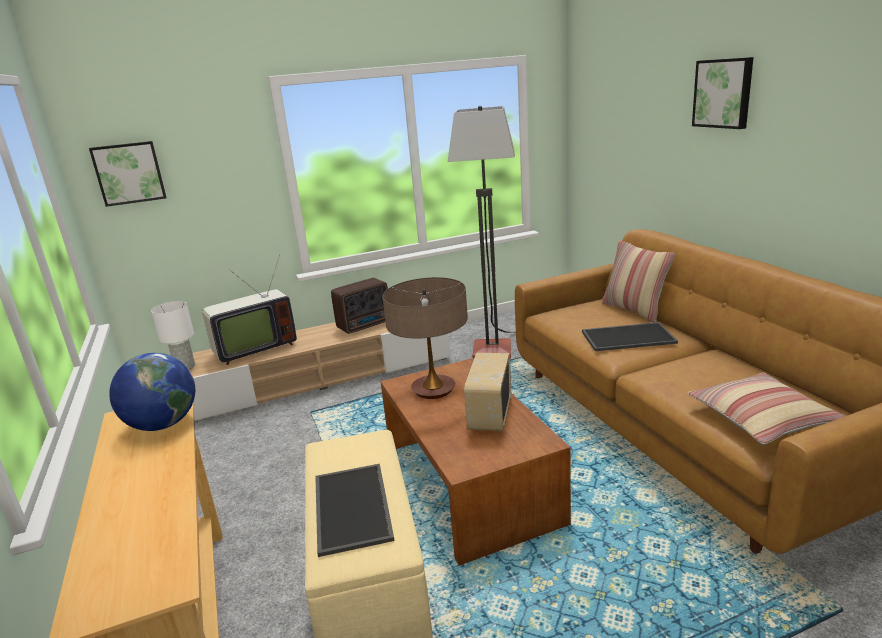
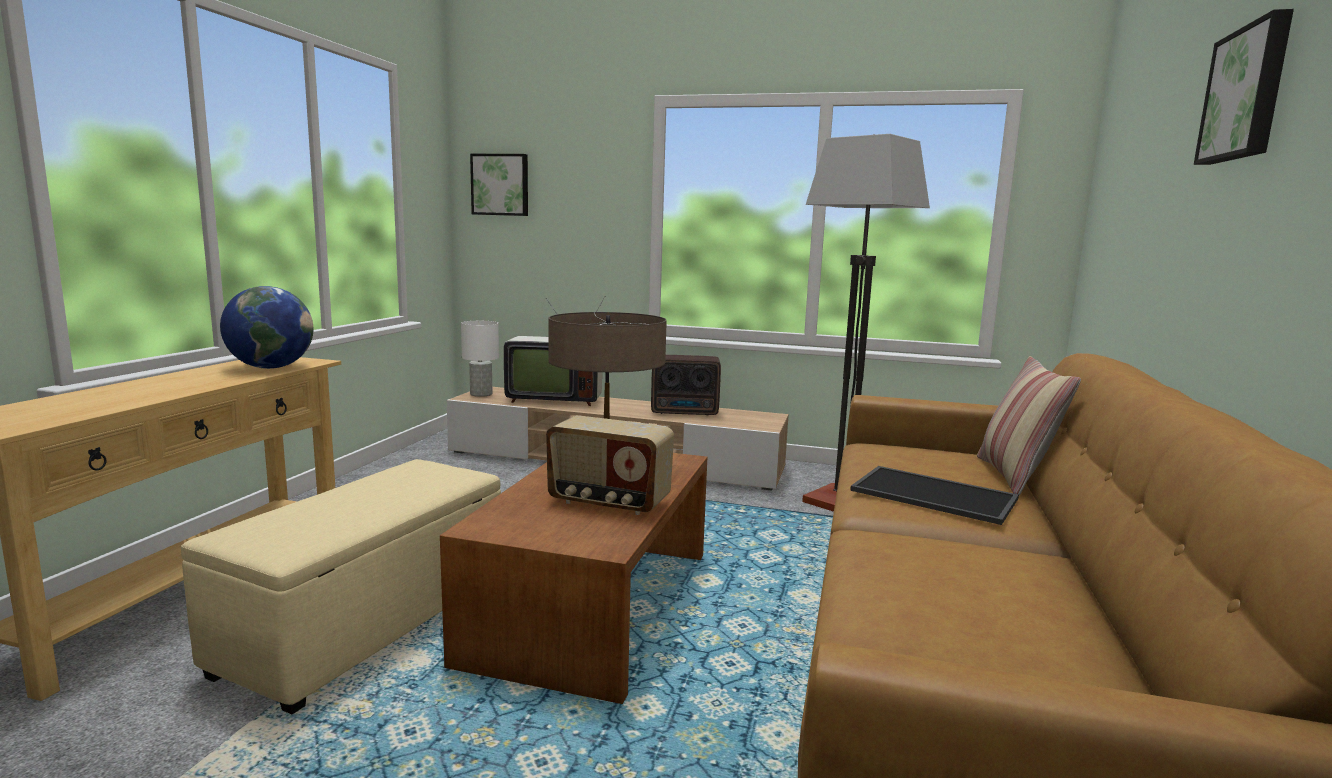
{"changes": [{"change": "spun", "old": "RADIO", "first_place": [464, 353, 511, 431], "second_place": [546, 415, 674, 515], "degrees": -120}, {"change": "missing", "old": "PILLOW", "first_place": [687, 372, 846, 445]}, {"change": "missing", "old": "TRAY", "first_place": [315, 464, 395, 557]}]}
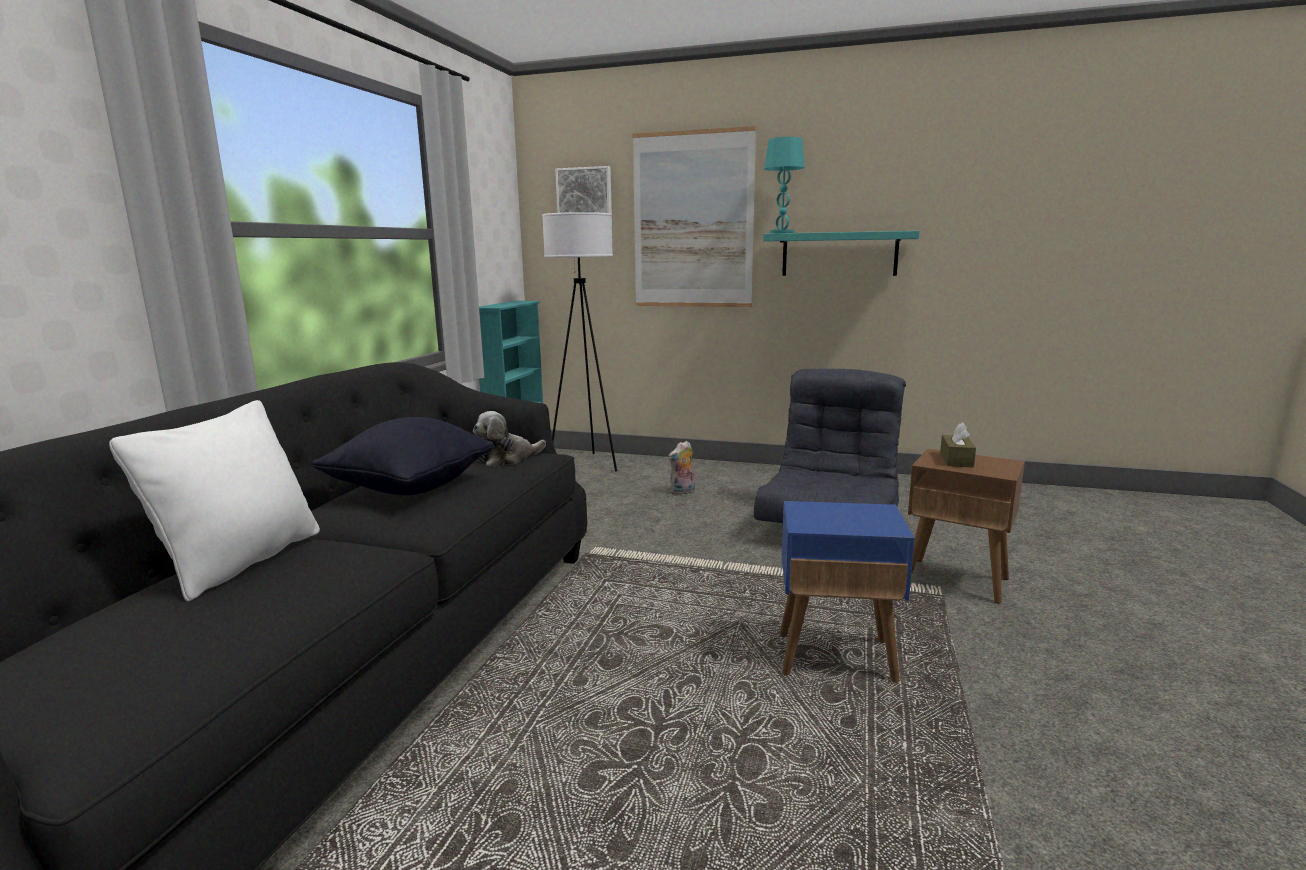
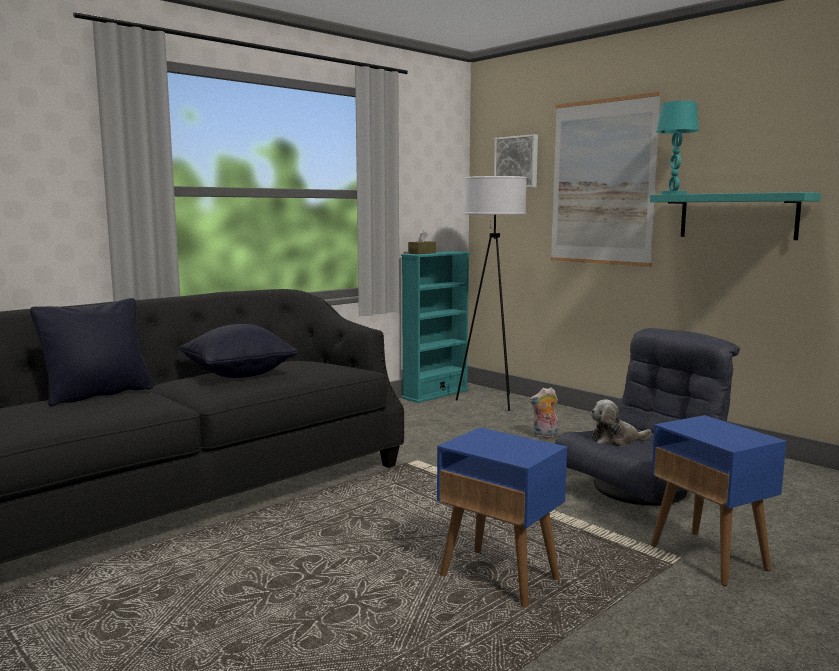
{"changes": [{"change": "colour", "old": "WHITE PILLOW", "new": "BLACK PILLOW", "first_place": [109, 400, 320, 601], "second_place": [30, 298, 154, 406]}, {"change": "relocated", "old": "PLUSH TOY", "first_place": [473, 411, 546, 466], "second_place": [590, 399, 651, 446]}, {"change": "relocated", "old": "BROWN TISSUE BOX", "first_place": [940, 422, 976, 468], "second_place": [408, 231, 436, 254]}, {"change": "colour", "old": "BROWN SIDE TABLE", "new": "BLUE SIDE TABLE", "first_place": [908, 449, 1025, 604], "second_place": [651, 415, 786, 586]}]}
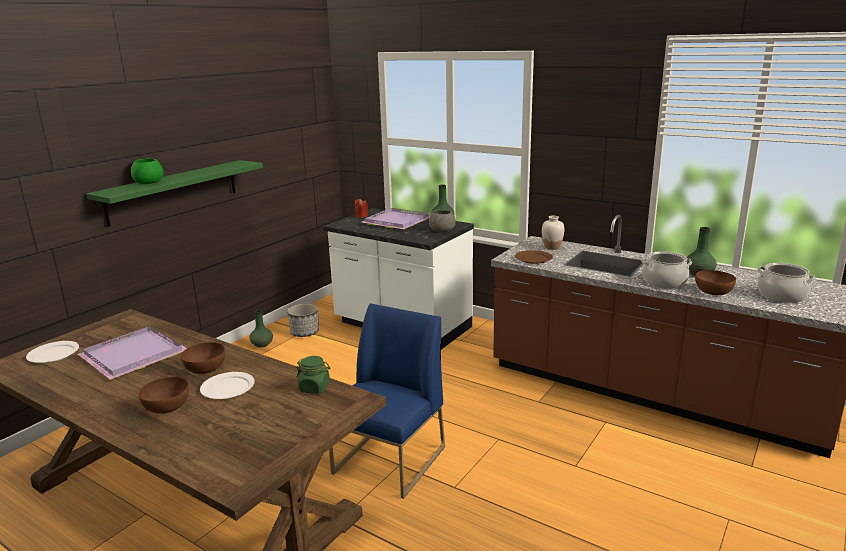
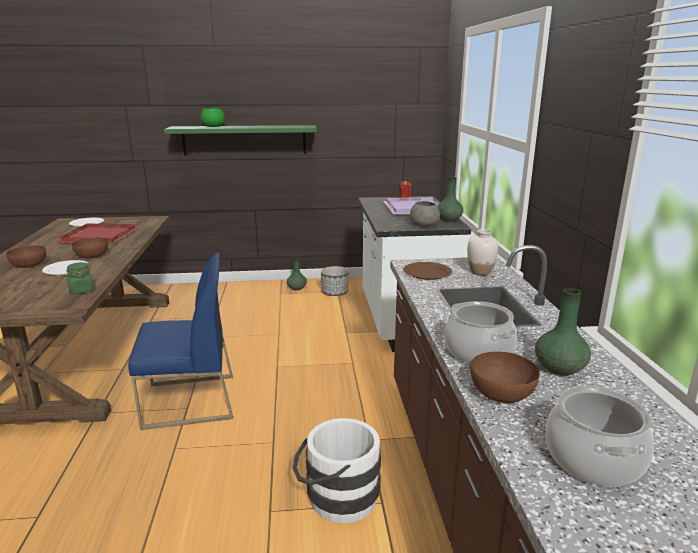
{"changes": [{"change": "colour", "old": "PURPLE TRAY", "new": "RED TRAY", "first_place": [78, 326, 187, 380], "second_place": [56, 224, 139, 245]}, {"change": "appeared", "new": "WHITE BUCKET", "second_place": [292, 418, 381, 523]}]}
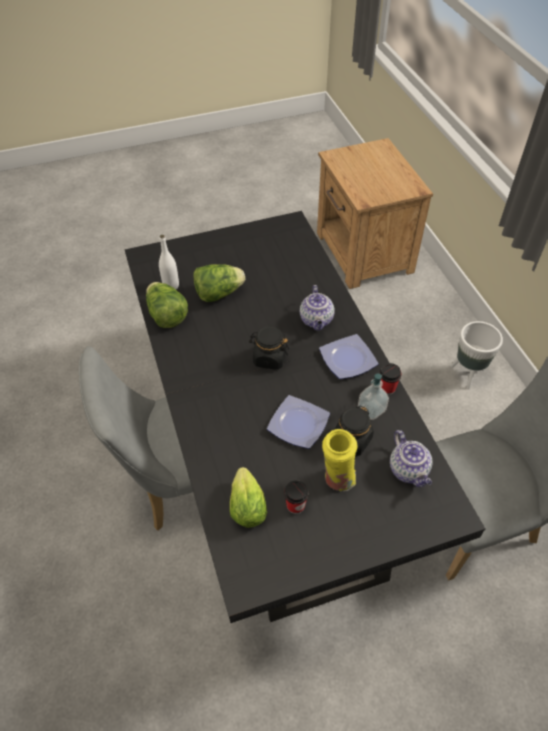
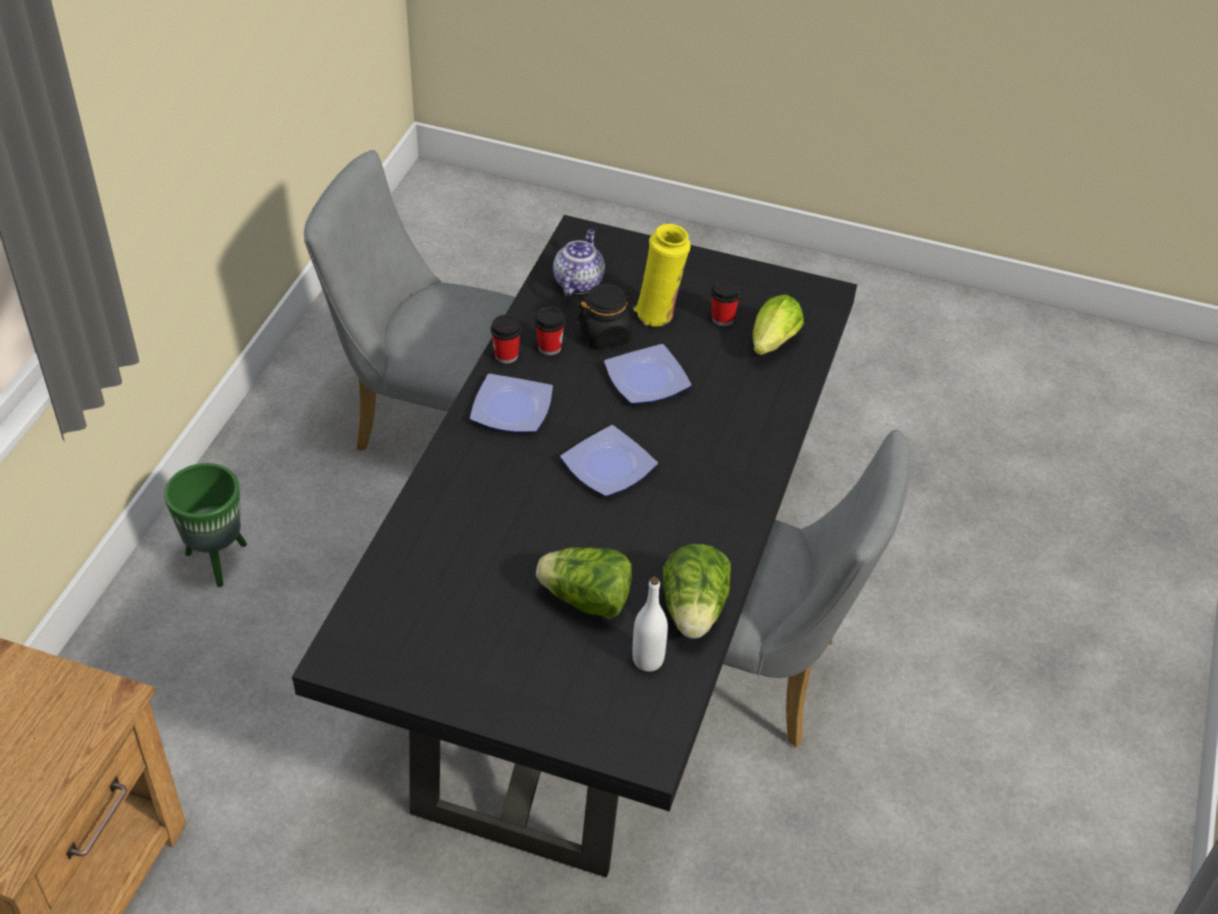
{"changes": [{"change": "missing", "old": "TEAPOT", "first_place": [300, 285, 335, 331]}, {"change": "colour", "old": "WHITE PLANTER", "new": "GREEN PLANTER", "first_place": [451, 321, 503, 390], "second_place": [164, 463, 247, 587]}, {"change": "exchanged", "old": "BLACK JAR", "new": "PLATE", "first_place": [249, 326, 290, 370], "second_place": [560, 425, 658, 497]}, {"change": "exchanged", "old": "SOAP DISPENSER", "new": "CUP", "first_place": [358, 373, 389, 420], "second_place": [535, 307, 565, 355]}]}
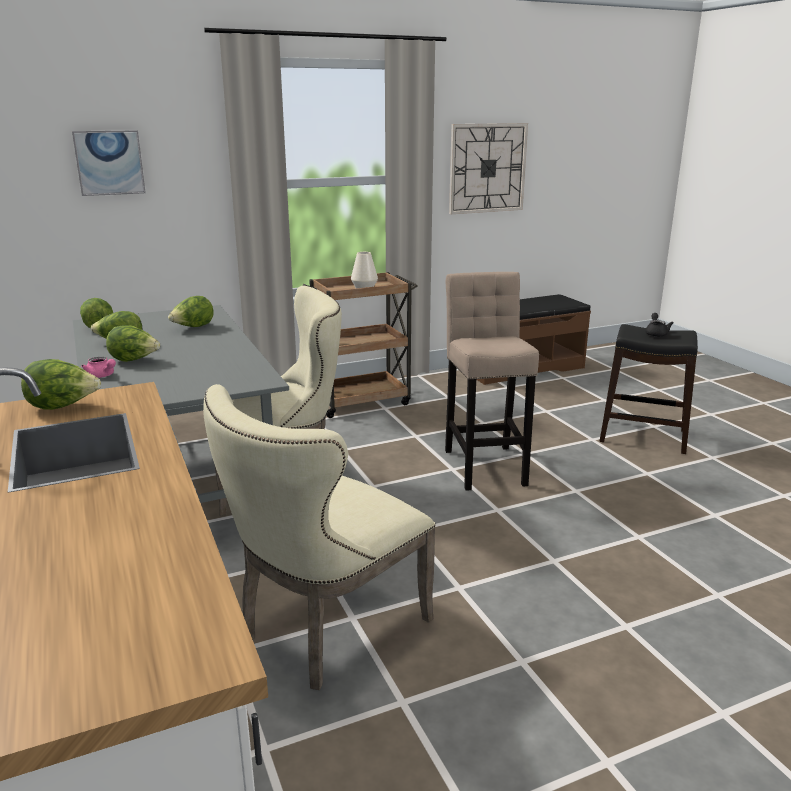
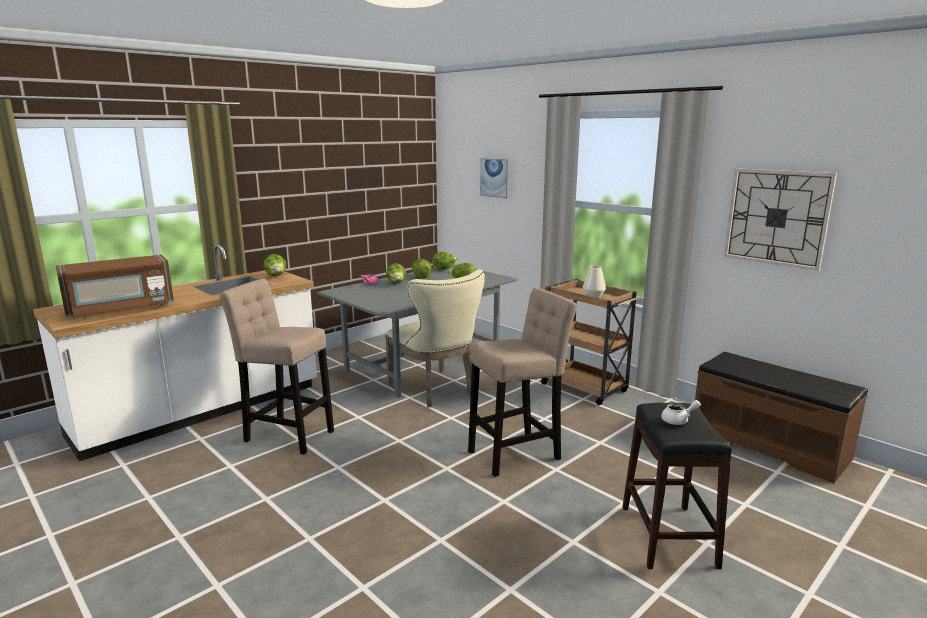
{"changes": [{"change": "colour", "old": "BLACK TEAPOT", "new": "WHITE TEAPOT", "first_place": [645, 313, 673, 337], "second_place": [661, 400, 701, 425]}, {"change": "exchanged", "old": "BEIGE CHAIR", "new": "BEIGE STOOL", "first_place": [203, 384, 436, 690], "second_place": [220, 278, 334, 455]}, {"change": "appeared", "new": "BROWN MICROWAVE", "second_place": [56, 255, 174, 318]}]}
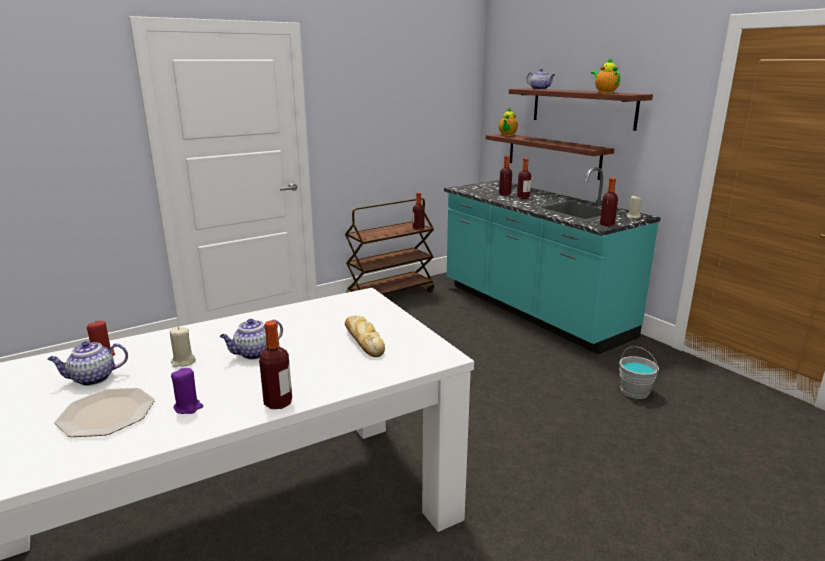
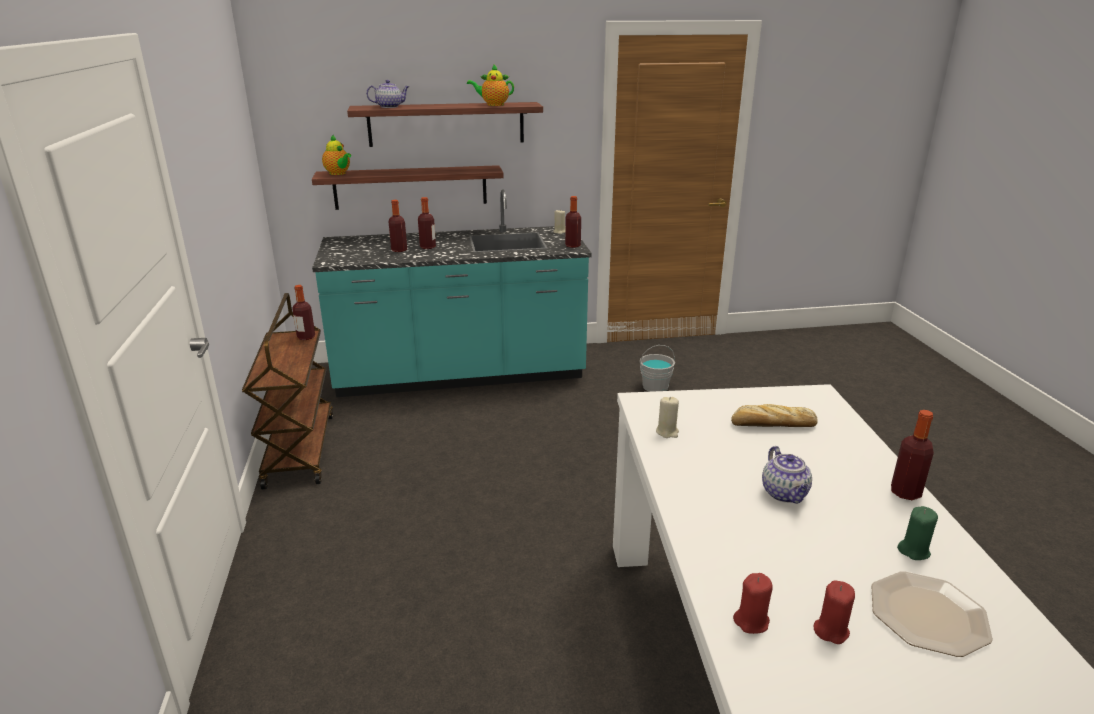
{"changes": [{"change": "relocated", "old": "BEIGE CANDLE", "first_place": [170, 327, 196, 367], "second_place": [656, 397, 679, 438]}, {"change": "exchanged", "old": "TEAPOT", "new": "RED CANDLE", "first_place": [47, 341, 128, 386], "second_place": [814, 580, 855, 644]}, {"change": "colour", "old": "PURPLE CANDLE", "new": "GREEN CANDLE", "first_place": [171, 368, 203, 414], "second_place": [897, 506, 938, 560]}]}
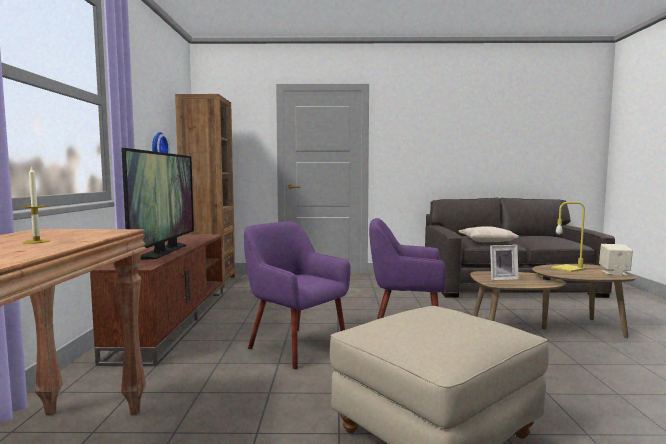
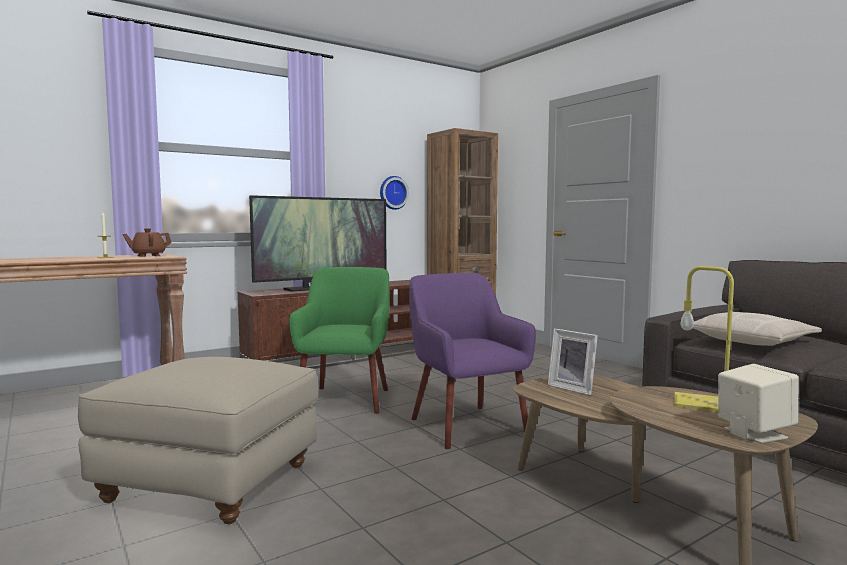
{"changes": [{"change": "colour", "old": "PURPLE ARMCHAIR", "new": "GREEN ARMCHAIR", "first_place": [244, 222, 351, 369], "second_place": [289, 267, 390, 414]}, {"change": "appeared", "new": "BROWN TEAPOT", "second_place": [123, 228, 172, 257]}]}
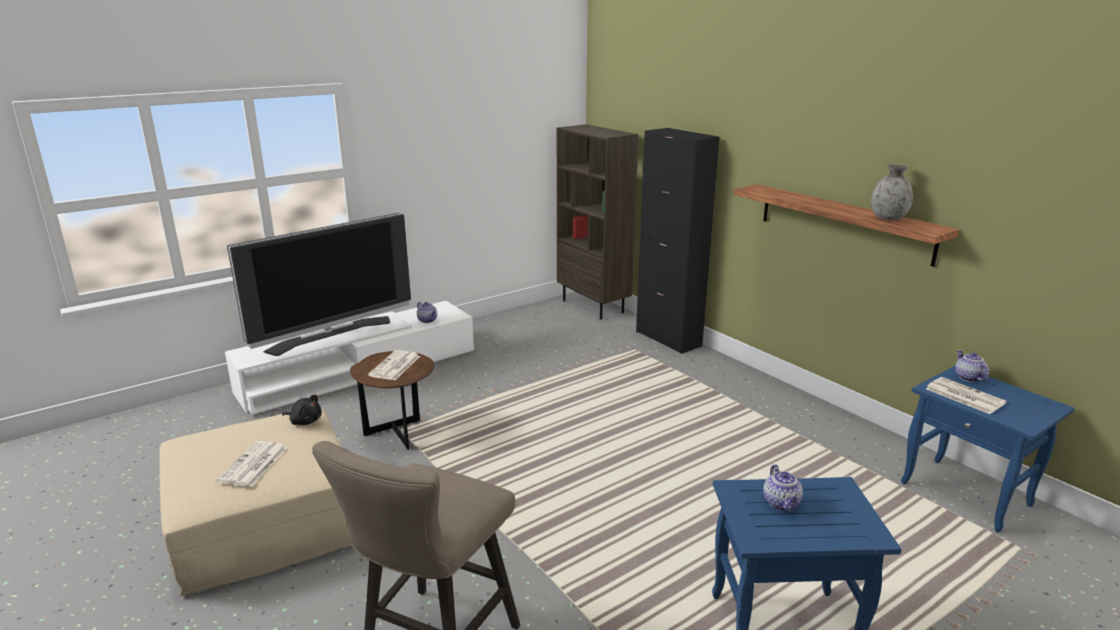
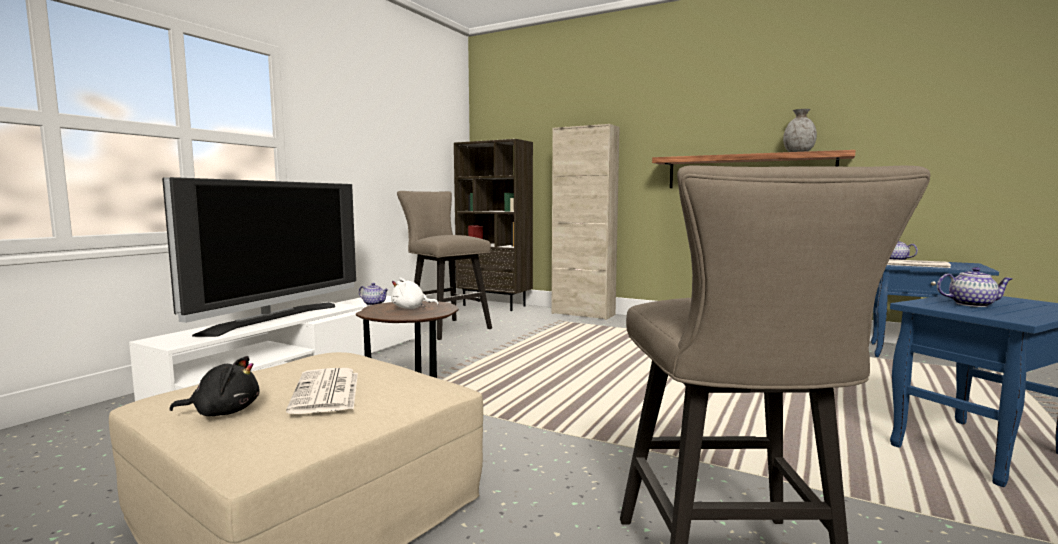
{"changes": [{"change": "colour", "old": "BLACK CABINET", "new": "BEIGE CABINET", "first_place": [636, 128, 719, 354], "second_place": [552, 124, 620, 320]}, {"change": "exchanged", "old": "NEWSPAPER", "new": "WHITE PLUSH TOY", "first_place": [368, 350, 420, 380], "second_place": [391, 278, 439, 309]}, {"change": "relocated", "old": "BLACK PLUSH TOY", "first_place": [282, 395, 322, 425], "second_place": [170, 356, 260, 416]}, {"change": "spun", "old": "TEAPOT", "first_place": [763, 464, 803, 511], "second_place": [937, 267, 1012, 307], "degrees": -45}, {"change": "appeared", "new": "BEIGE STOOL", "second_place": [397, 191, 492, 340]}]}
